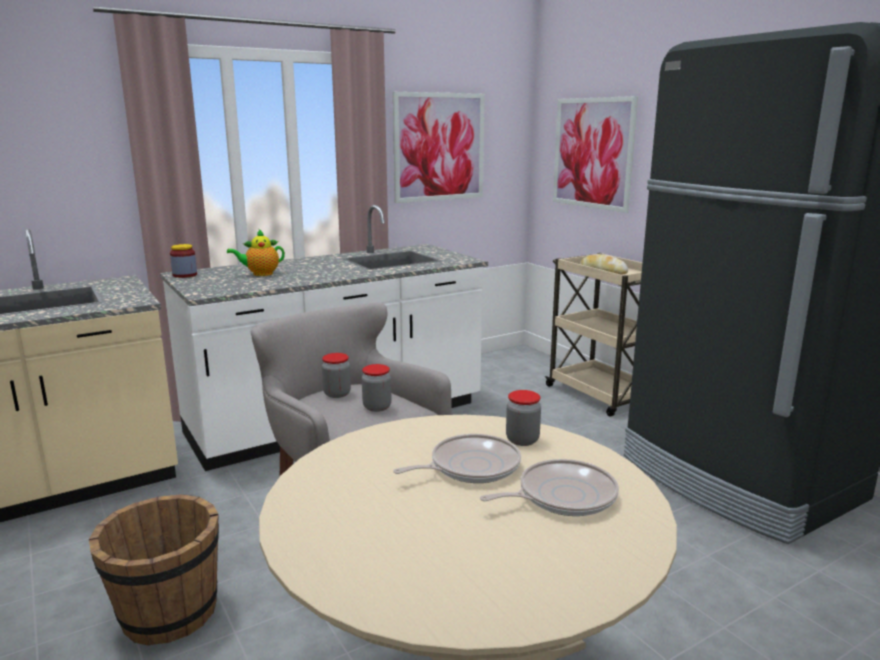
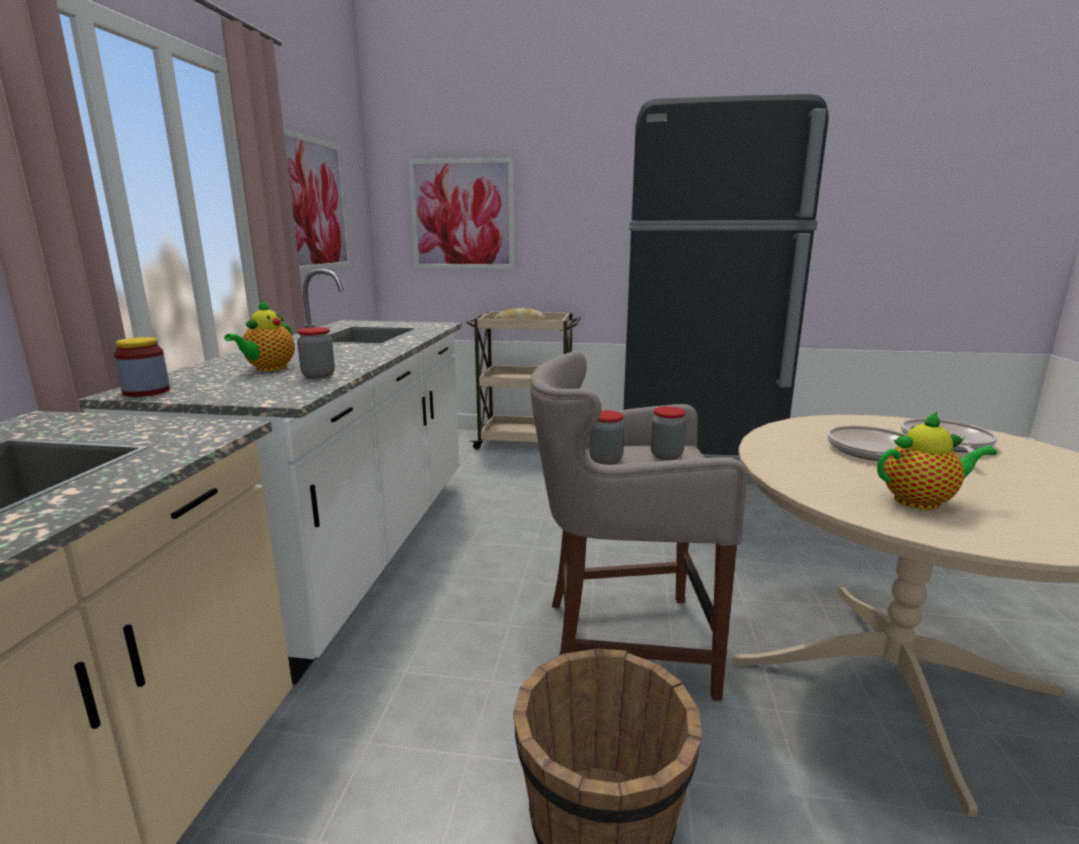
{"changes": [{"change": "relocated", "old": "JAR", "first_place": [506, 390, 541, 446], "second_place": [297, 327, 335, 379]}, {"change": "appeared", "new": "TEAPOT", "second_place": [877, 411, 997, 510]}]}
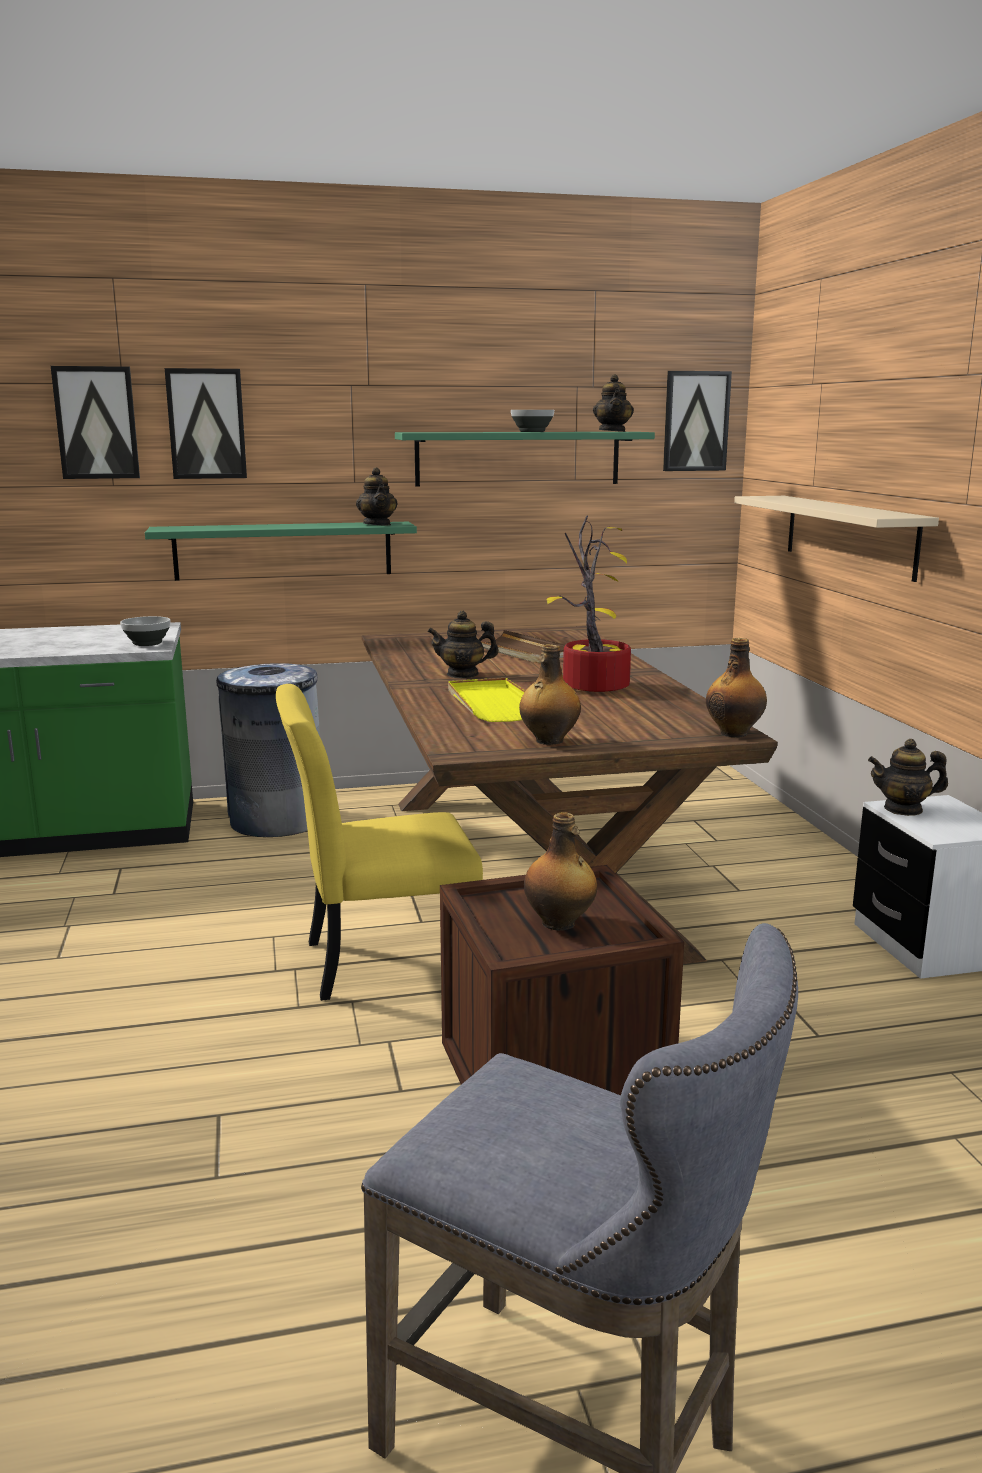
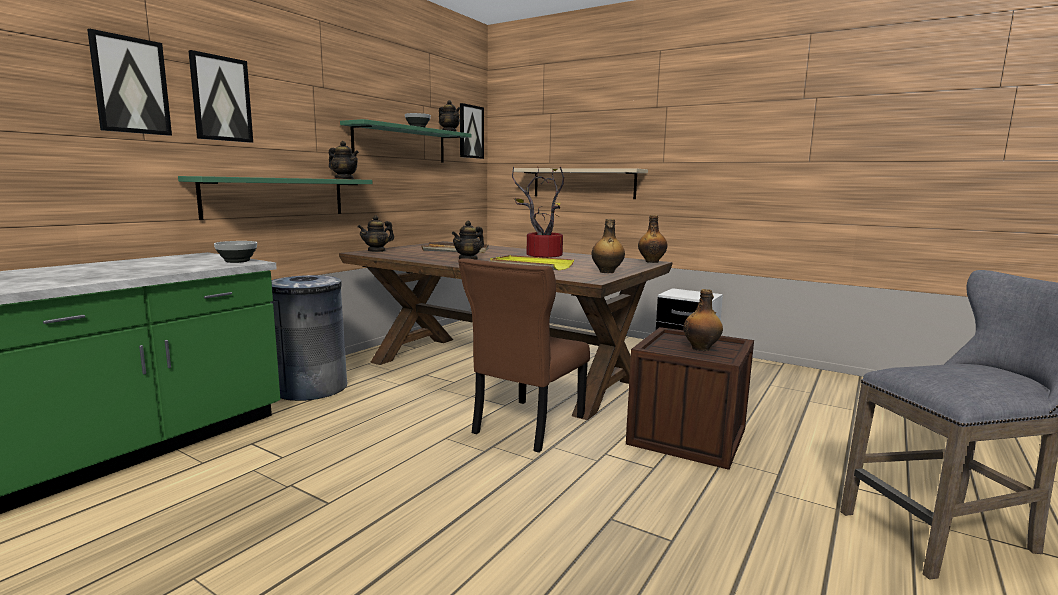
{"changes": [{"change": "colour", "old": "YELLOW CHAIR", "new": "BROWN CHAIR", "first_place": [276, 684, 483, 1001], "second_place": [458, 258, 590, 453]}, {"change": "relocated", "old": "TEAPOT", "first_place": [868, 739, 948, 816], "second_place": [358, 215, 394, 252]}]}
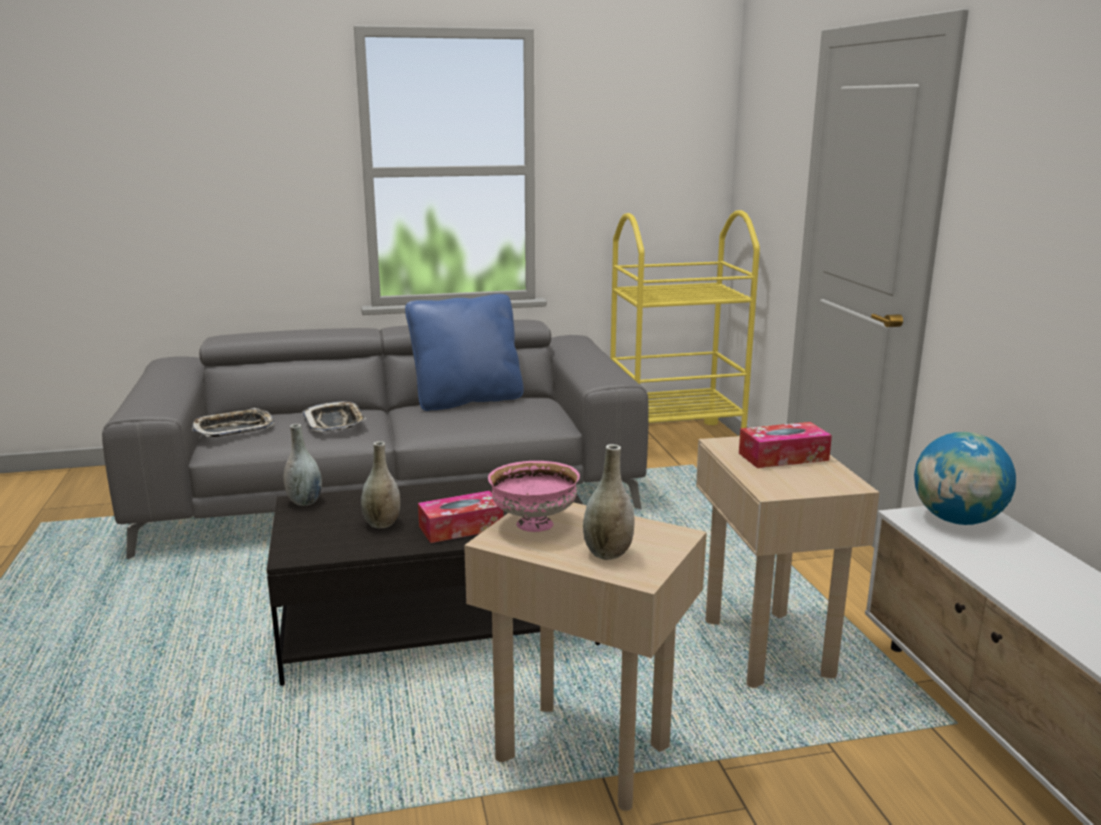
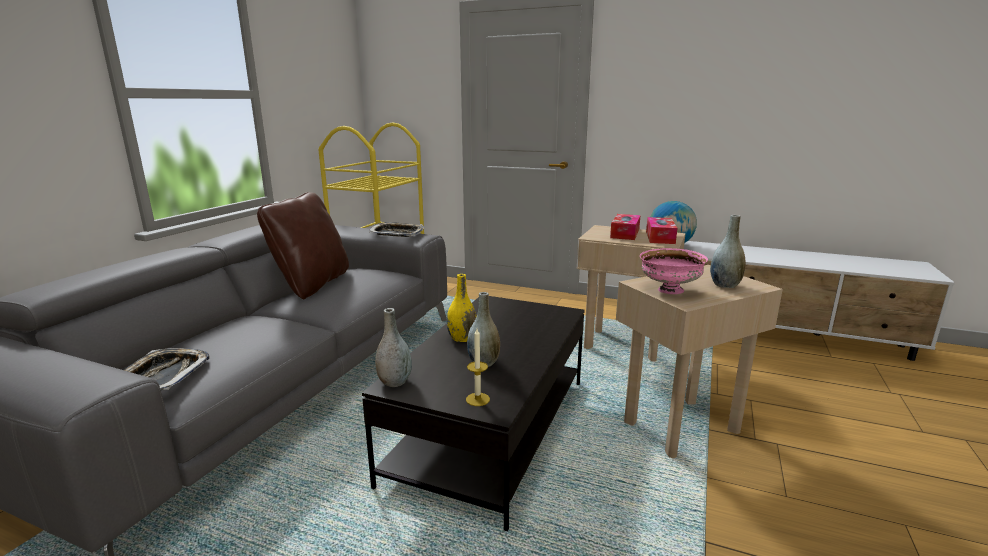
{"changes": [{"change": "colour", "old": "BLUE PILLOW", "new": "BROWN PILLOW", "first_place": [405, 294, 523, 411], "second_place": [257, 192, 349, 299]}, {"change": "relocated", "old": "TRAY", "first_place": [303, 401, 366, 432], "second_place": [369, 222, 424, 237]}, {"change": "relocated", "old": "TISSUE BOX", "first_place": [418, 491, 503, 543], "second_place": [646, 217, 677, 244]}, {"change": "appeared", "new": "YELLOW VASE", "second_place": [447, 274, 477, 342]}, {"change": "appeared", "new": "CANDLE", "second_place": [466, 329, 490, 406]}]}
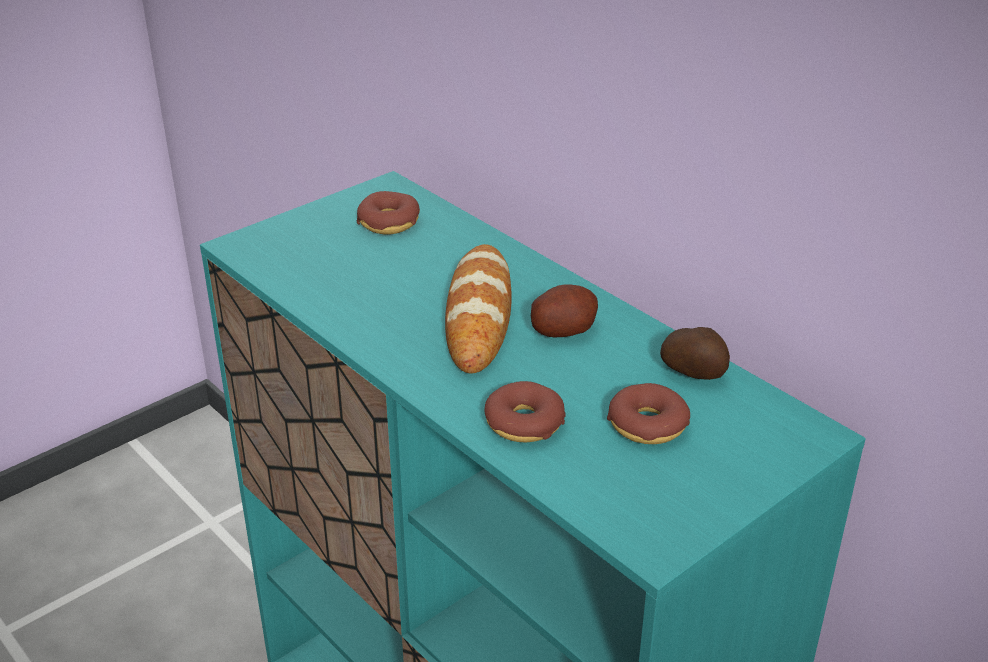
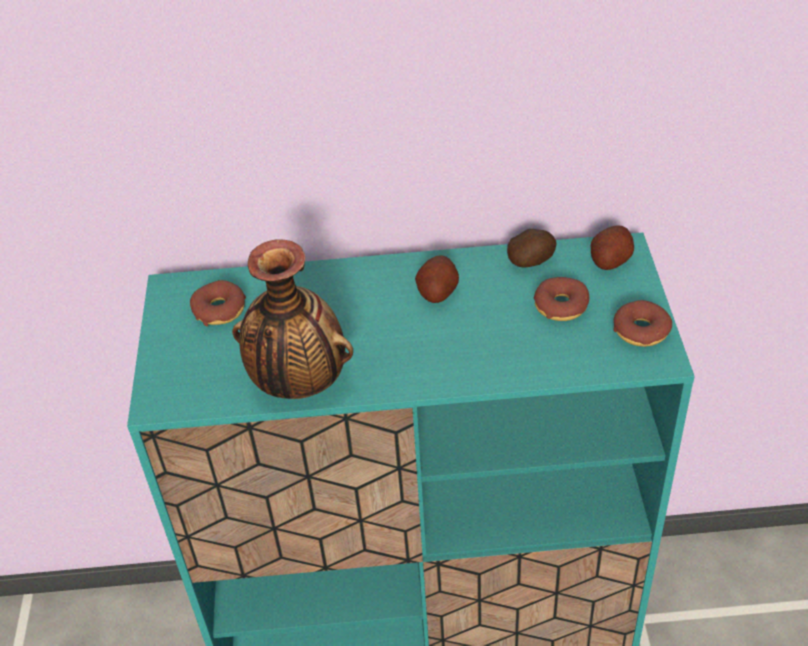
{"changes": [{"change": "missing", "old": "BREAD", "first_place": [445, 244, 512, 374]}, {"change": "relocated", "old": "DONUT", "first_place": [484, 381, 566, 442], "second_place": [613, 300, 672, 347]}, {"change": "appeared", "new": "POTATO", "second_place": [591, 225, 634, 270]}, {"change": "appeared", "new": "VASE", "second_place": [232, 239, 353, 399]}]}
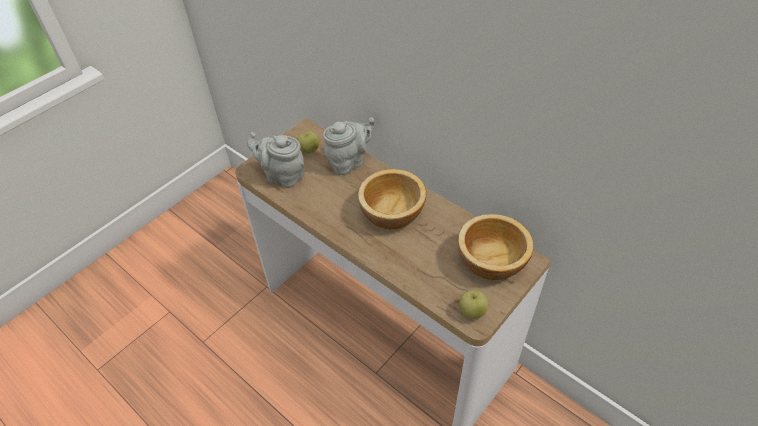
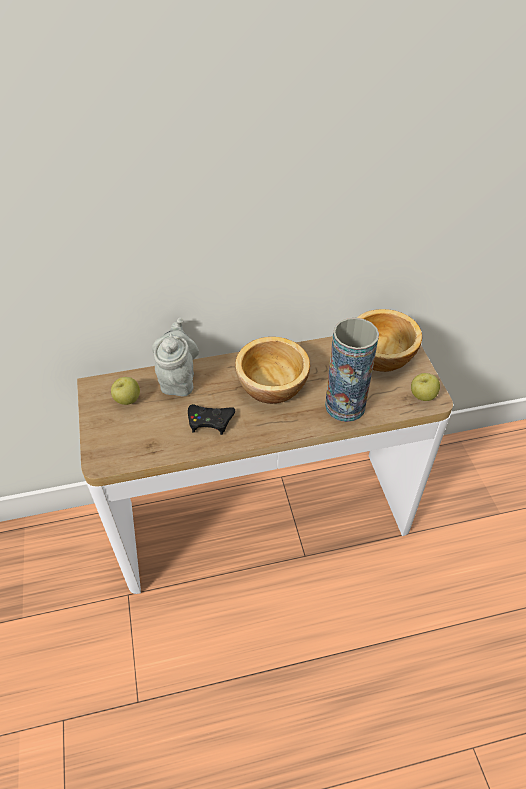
{"changes": [{"change": "missing", "old": "GREY TEAPOT", "first_place": [247, 132, 305, 188]}, {"change": "appeared", "new": "VASE", "second_place": [325, 318, 379, 422]}, {"change": "appeared", "new": "BLACK GAME CONTROLLER", "second_place": [188, 404, 235, 435]}]}
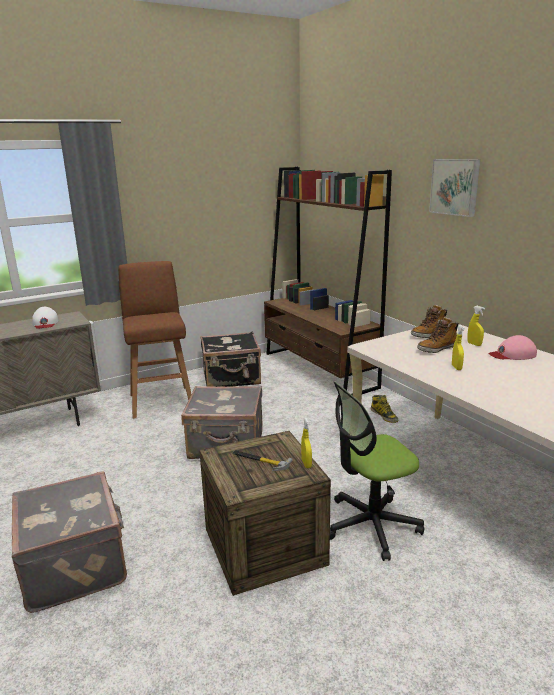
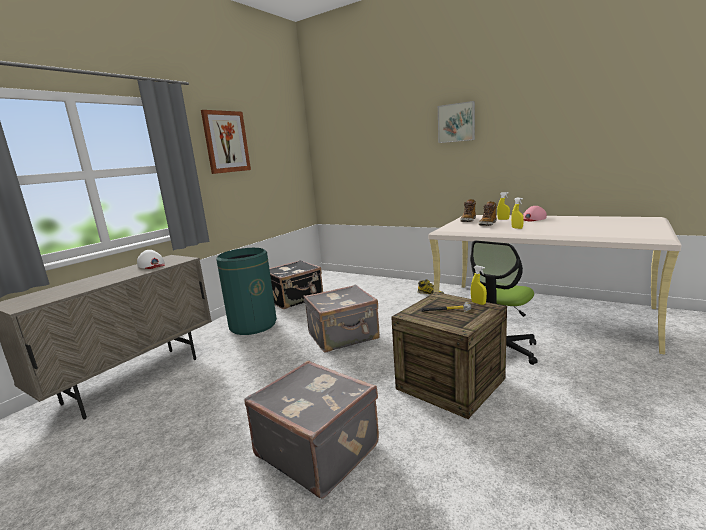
{"changes": [{"change": "missing", "old": "BROWN BOOKCASE", "first_place": [264, 167, 392, 395]}, {"change": "exchanged", "old": "BROWN STOOL", "new": "GREEN TRASH CAN", "first_place": [118, 261, 191, 419], "second_place": [216, 248, 277, 335]}, {"change": "appeared", "new": "PICTURE", "second_place": [201, 110, 251, 174]}]}
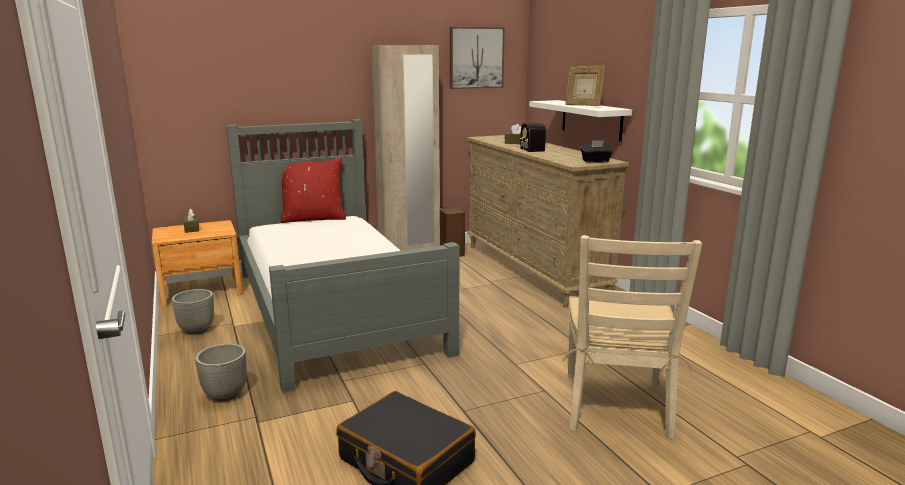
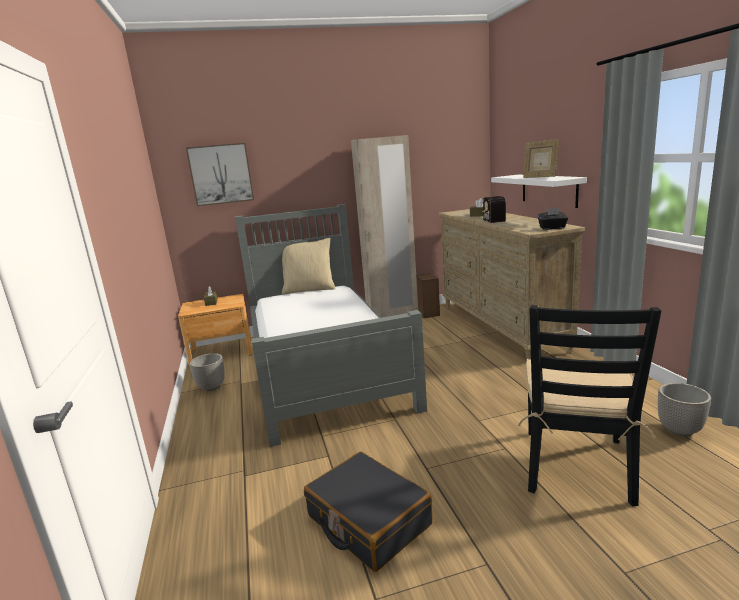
{"changes": [{"change": "relocated", "old": "PICTURE", "first_place": [450, 27, 505, 89], "second_place": [186, 143, 254, 206]}, {"change": "colour", "old": "RED PILLOW", "new": "BEIGE PILLOW", "first_place": [280, 158, 346, 223], "second_place": [282, 238, 335, 295]}, {"change": "colour", "old": "BEIGE CHAIR", "new": "BLACK CHAIR", "first_place": [562, 235, 702, 440], "second_place": [518, 305, 662, 506]}, {"change": "relocated", "old": "PLANTER", "first_place": [195, 343, 247, 401], "second_place": [658, 383, 711, 437]}]}
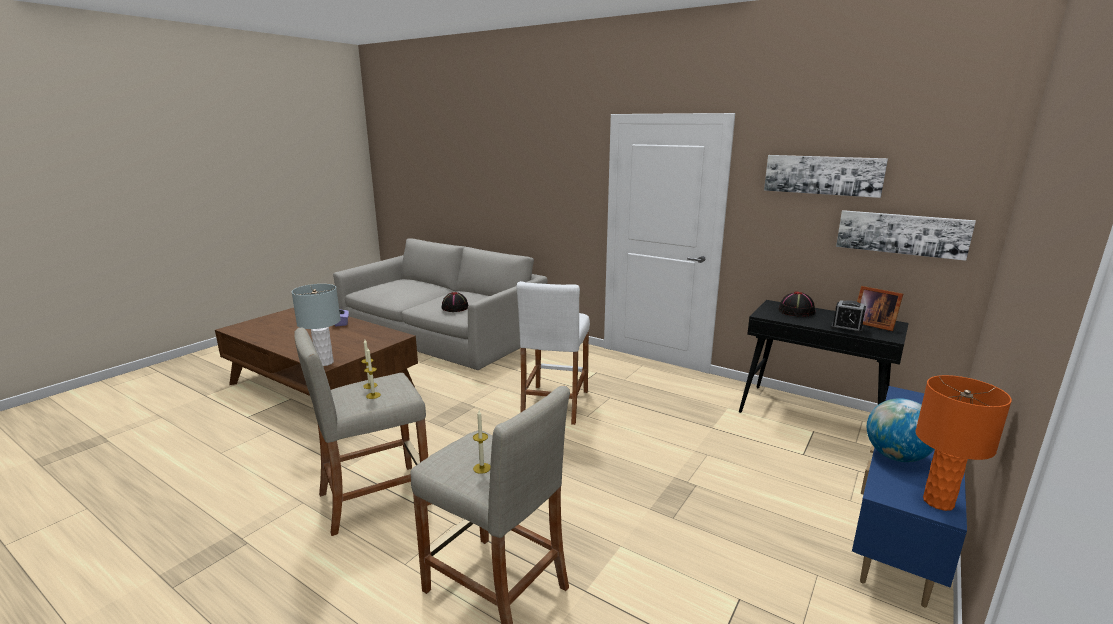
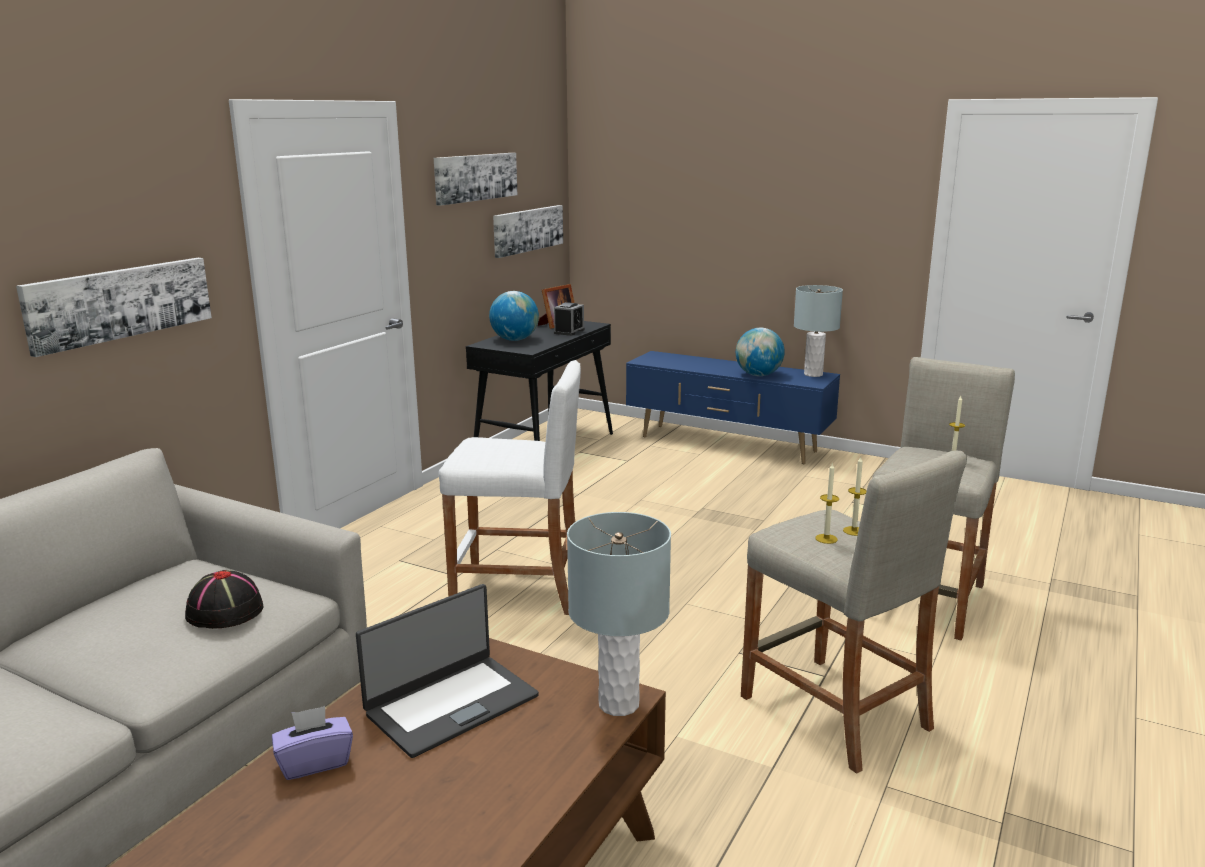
{"changes": [{"change": "exchanged", "old": "BLACK HAT", "new": "GLOBE", "first_place": [778, 291, 815, 317], "second_place": [489, 291, 539, 341]}, {"change": "colour", "old": "ORANGE TABLE LAMP", "new": "GREY TABLE LAMP", "first_place": [916, 375, 1012, 511], "second_place": [794, 285, 843, 377]}, {"change": "appeared", "new": "PICTURE", "second_place": [16, 258, 212, 357]}, {"change": "appeared", "new": "LAPTOP", "second_place": [356, 584, 539, 758]}]}
